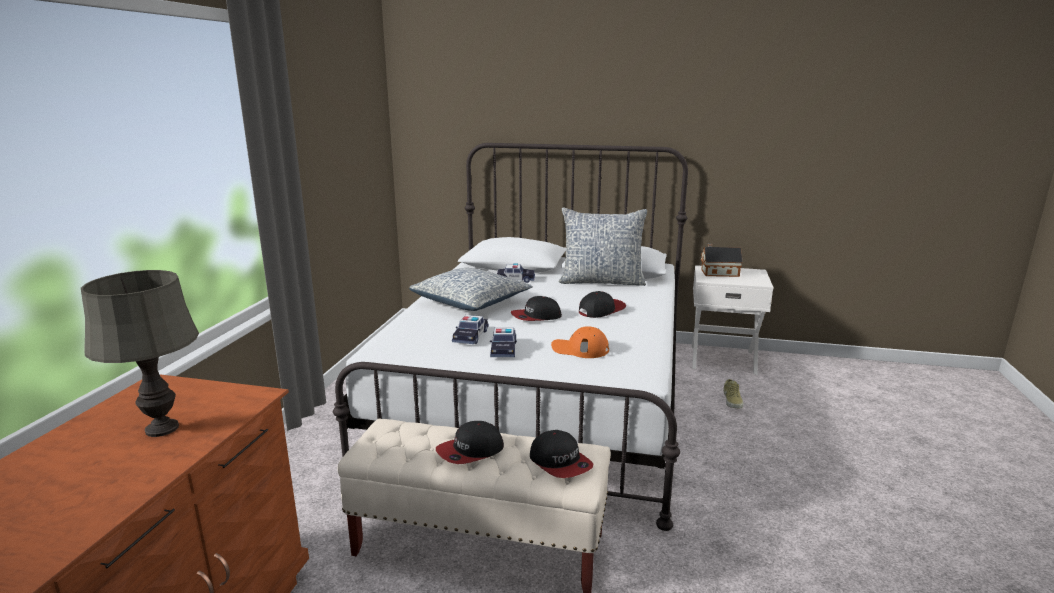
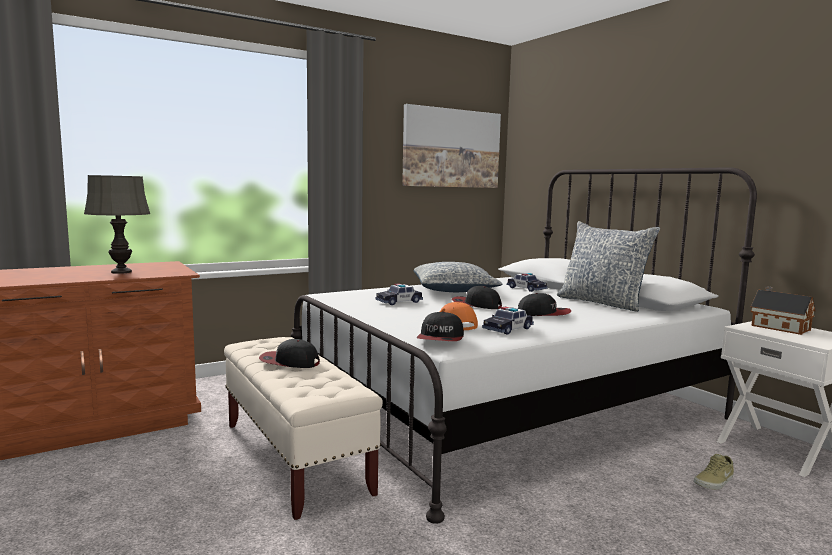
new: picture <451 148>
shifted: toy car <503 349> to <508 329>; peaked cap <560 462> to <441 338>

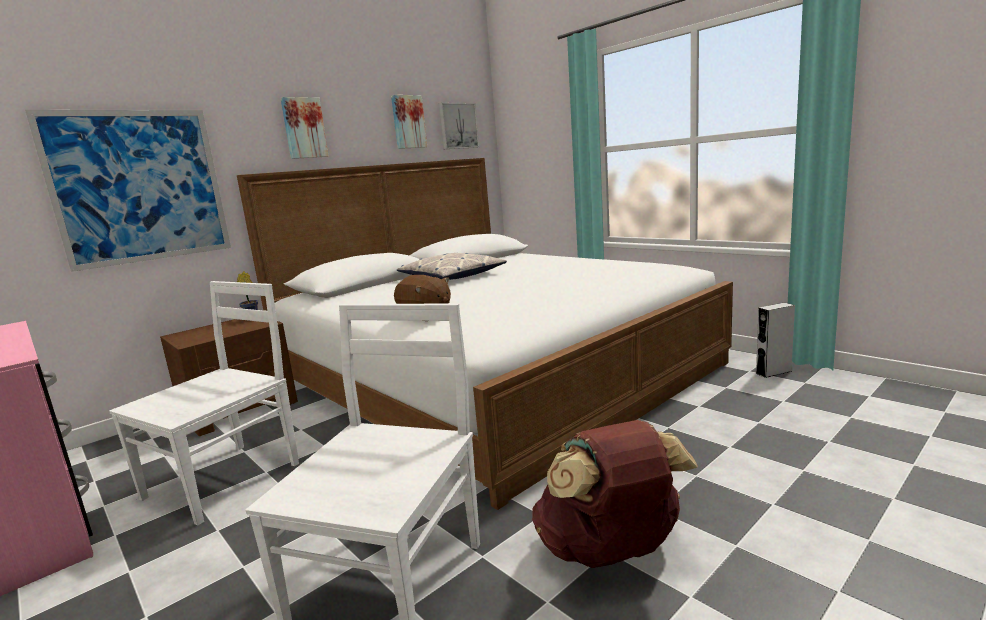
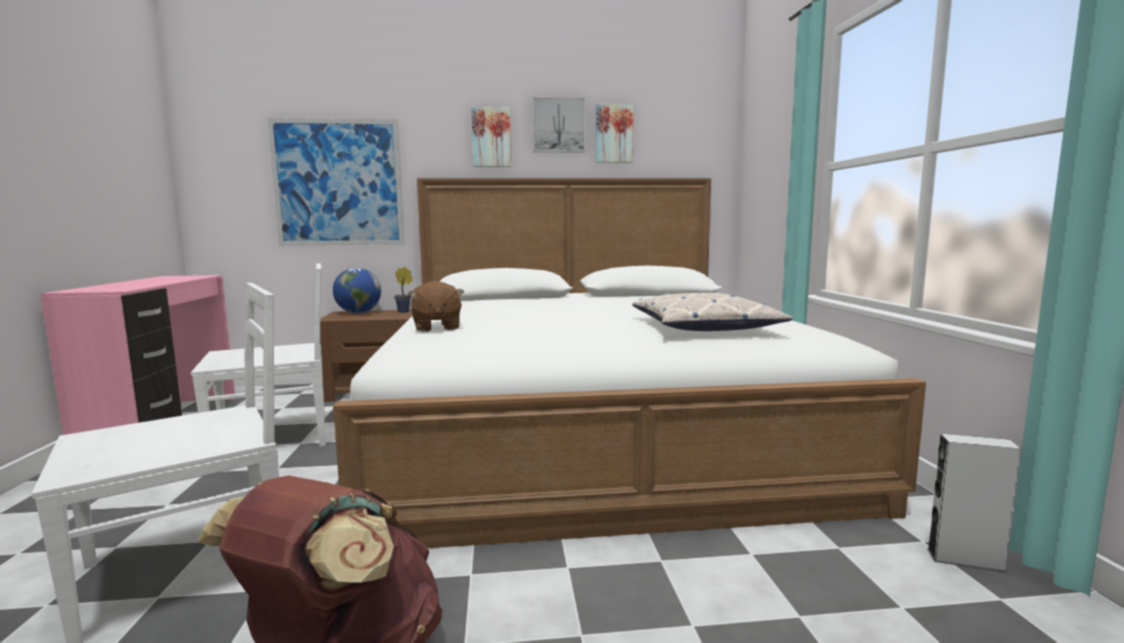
new: world globe <358 313>
shifted: pillow <452 276> to <704 327>; picture <457 126> to <558 125>

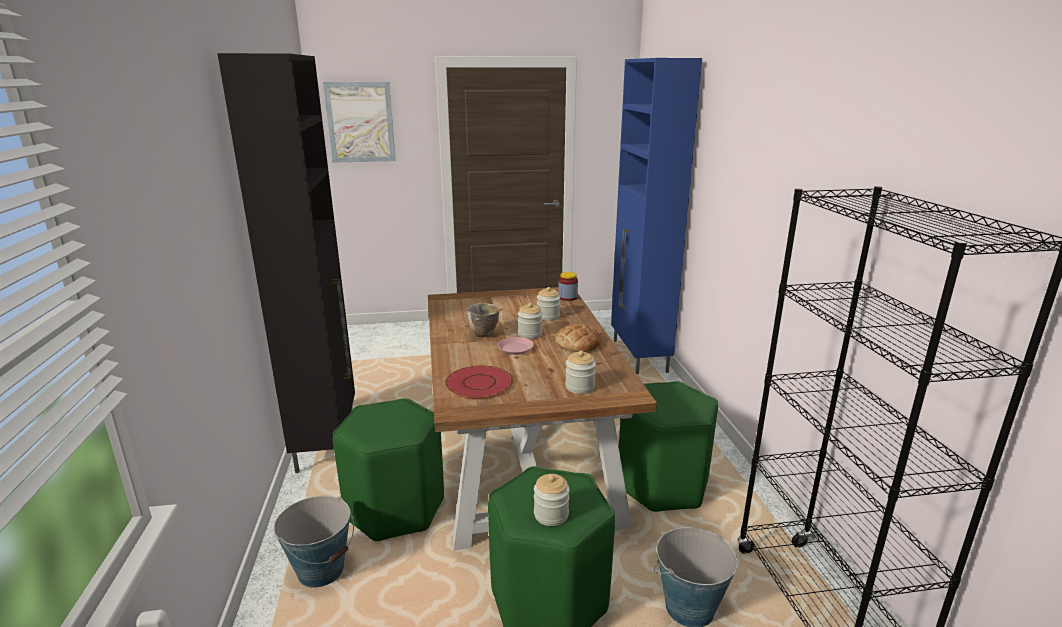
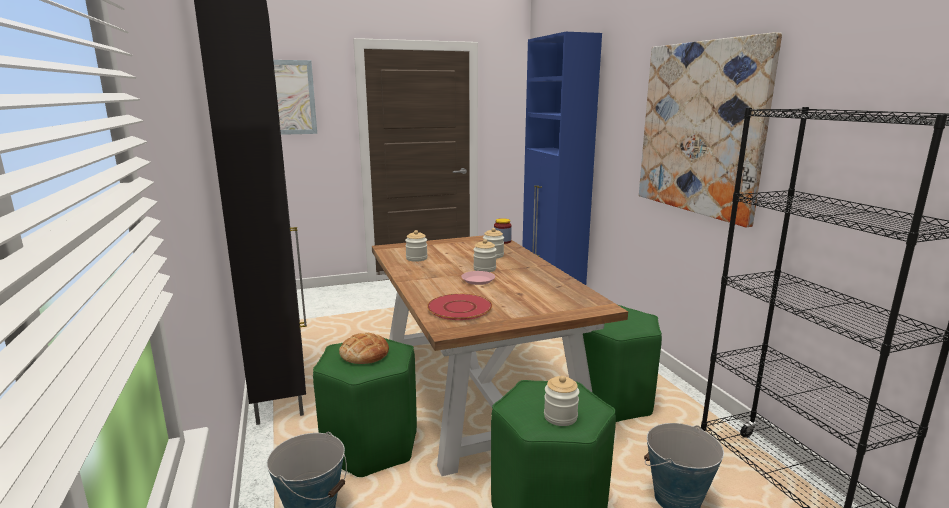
gone: bowl <483 335>
new: picture <700 128>
shifted: bread <578 343> to <364 354>; preserve jar <579 387> to <416 258>

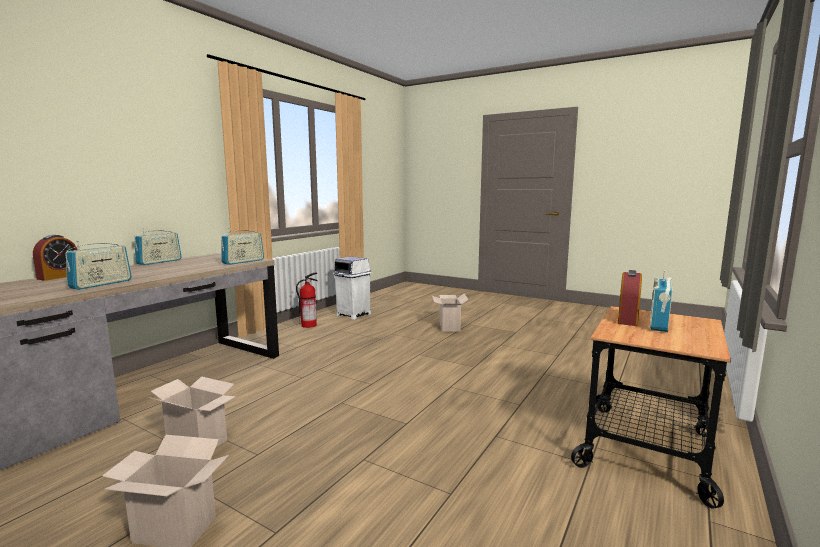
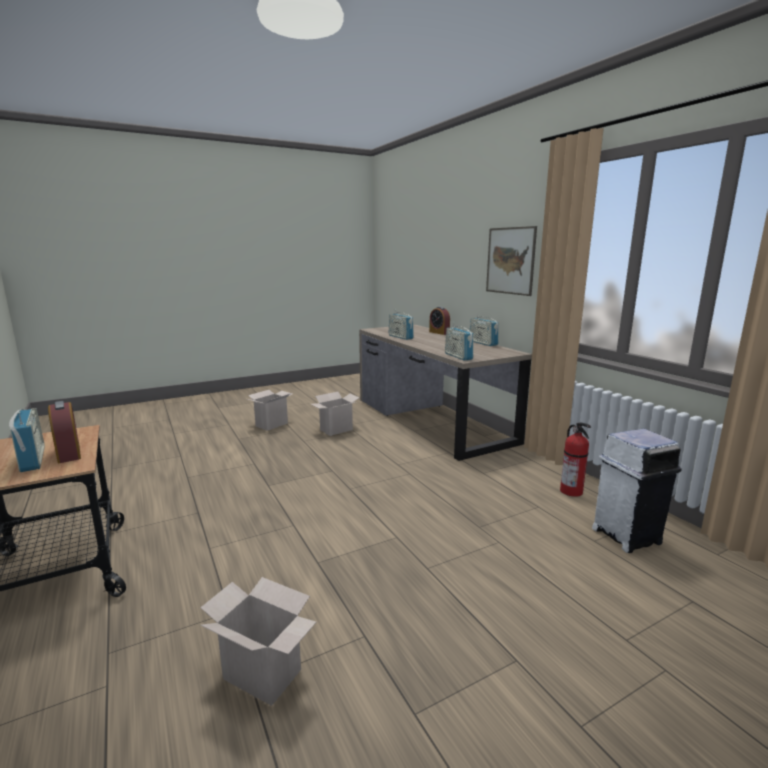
new: picture <510 261>
shifted: packing box <448 327> to <265 674>

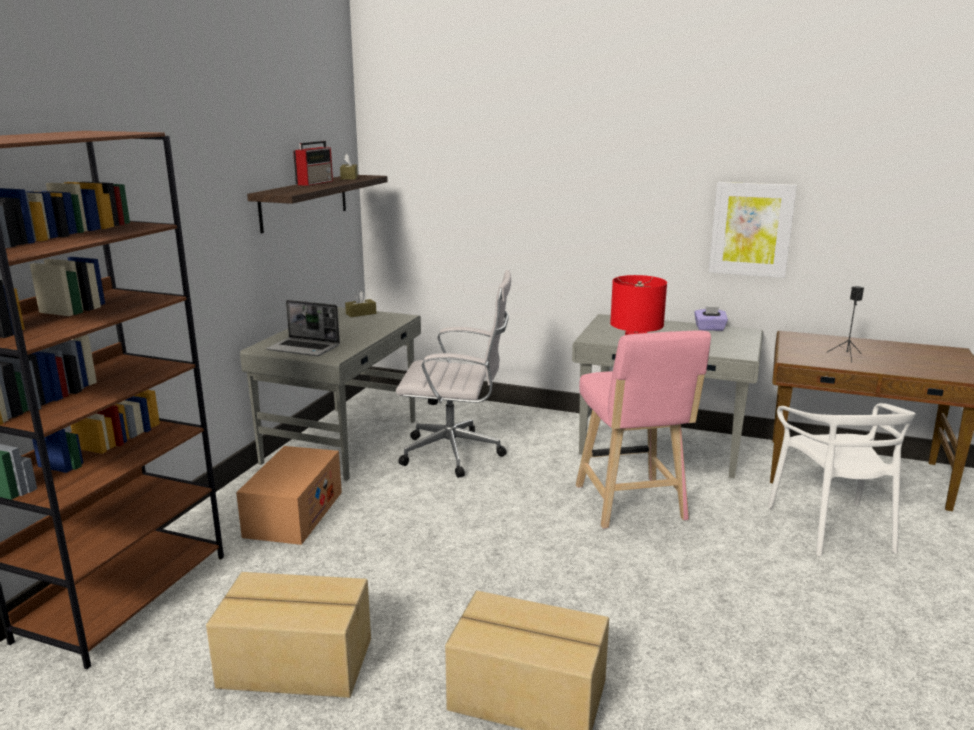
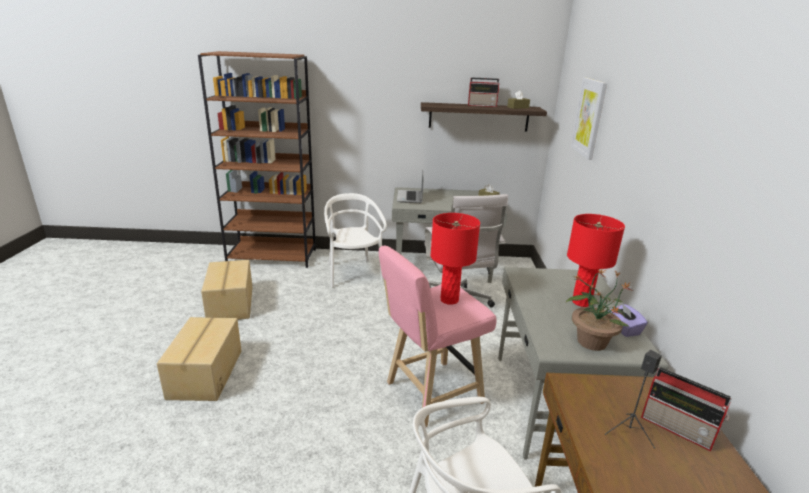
new: plant in a pot <591 341>; red tabletop lamp <581 302>; radio receiver <679 428>
shifted: picture <751 229> to <589 117>
swapped: packing box <294 514> to white chair <353 273>

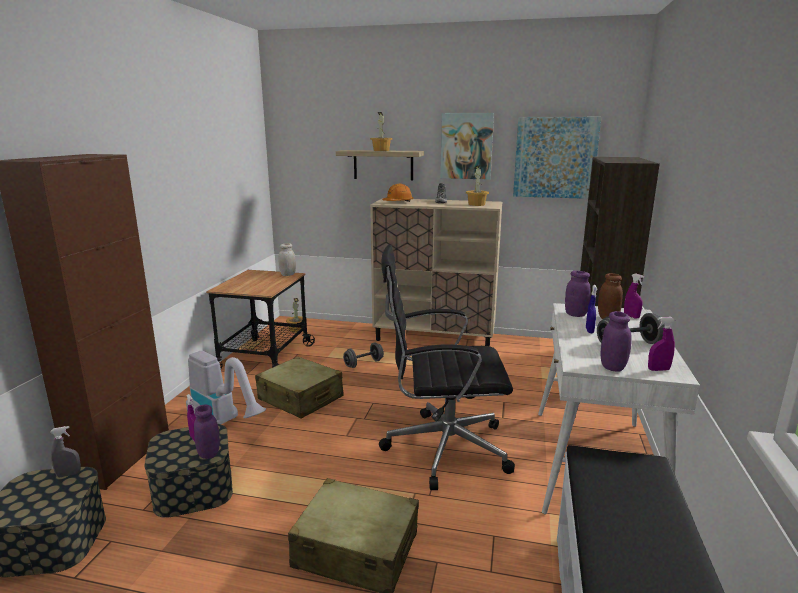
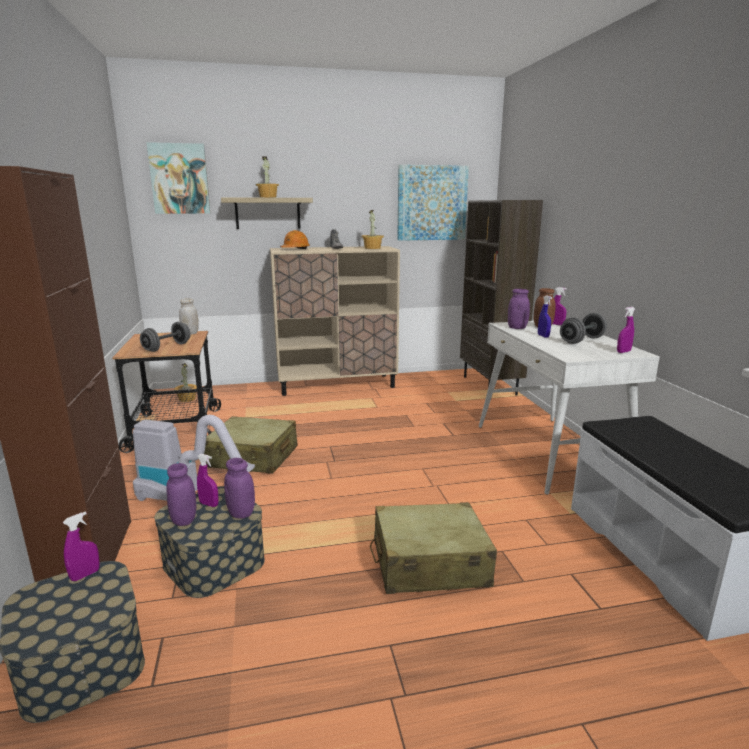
gone: black-coloured desk chair <442 448>
shifted: gray free weight <363 363> to <167 347>; picture <466 146> to <179 179>; purplish preserve jar <612 367> to <184 520>
repainted: gray hand sprayer <69 474> to purplish hand sprayer <85 575>

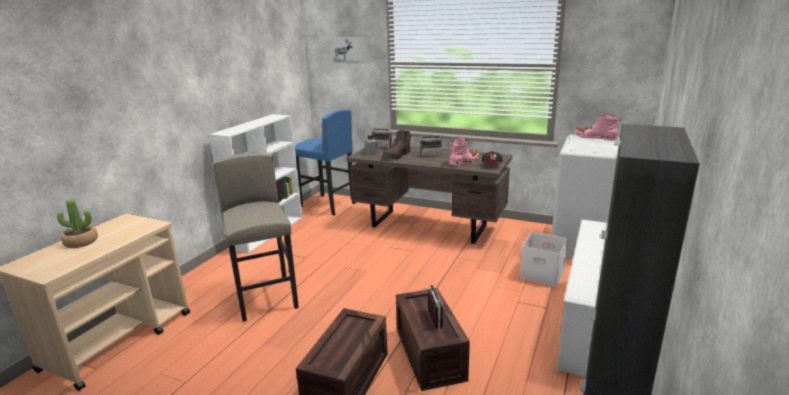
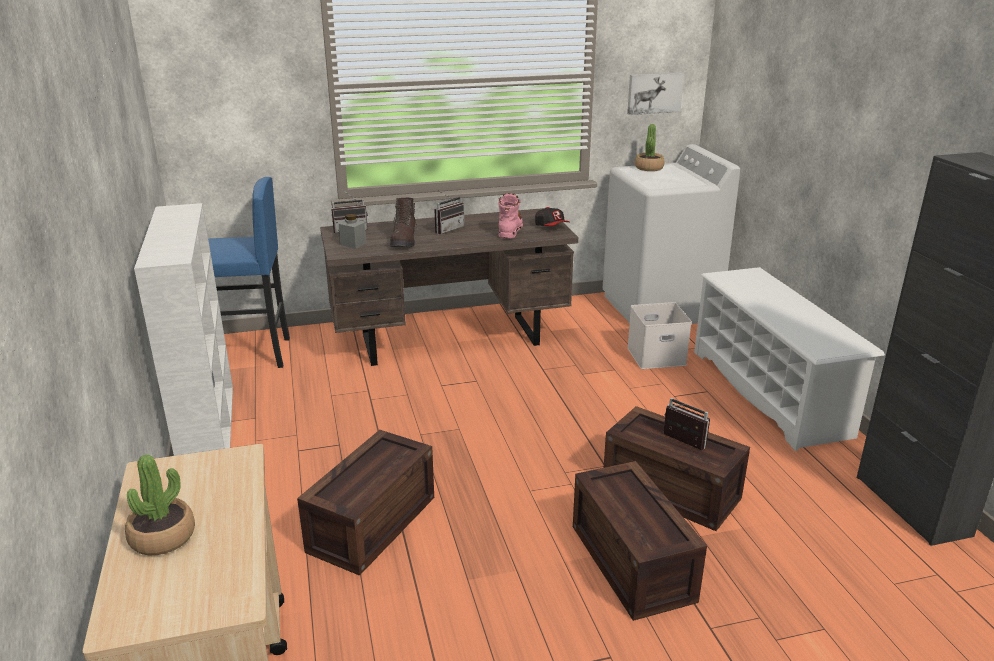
shifted: picture <349 49> to <654 93>
swapped: gray stool <267 297> to packing crate <371 522>; pink boot <595 138> to plant in a pot <649 168>

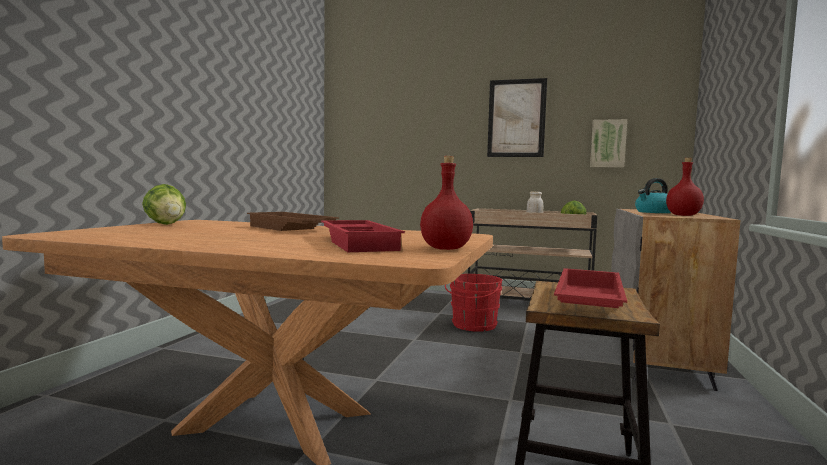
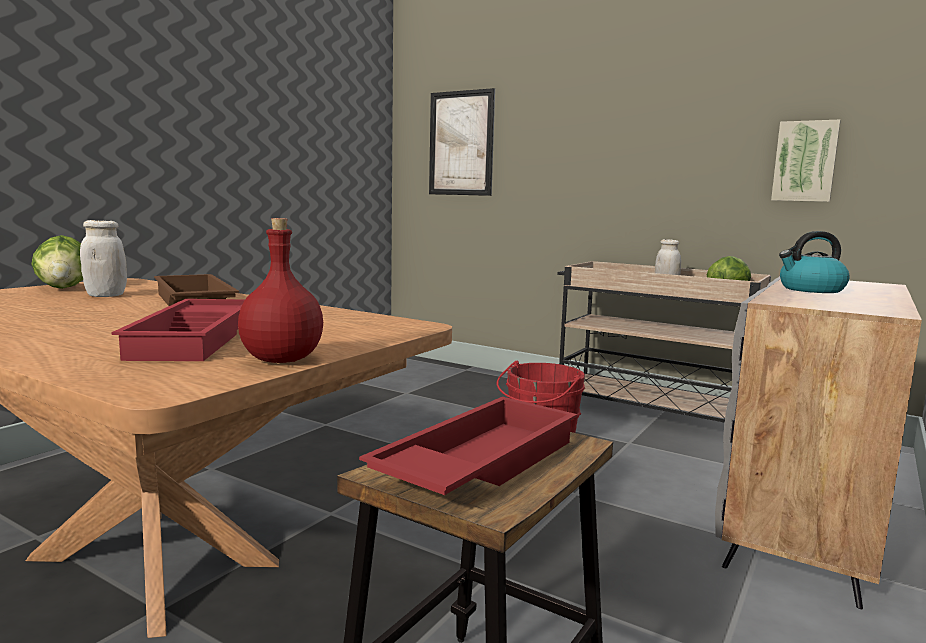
gone: red beverage bottle <684 215>
new: white preserve jar <106 295>
shifted: picture <516 118> to <461 143>

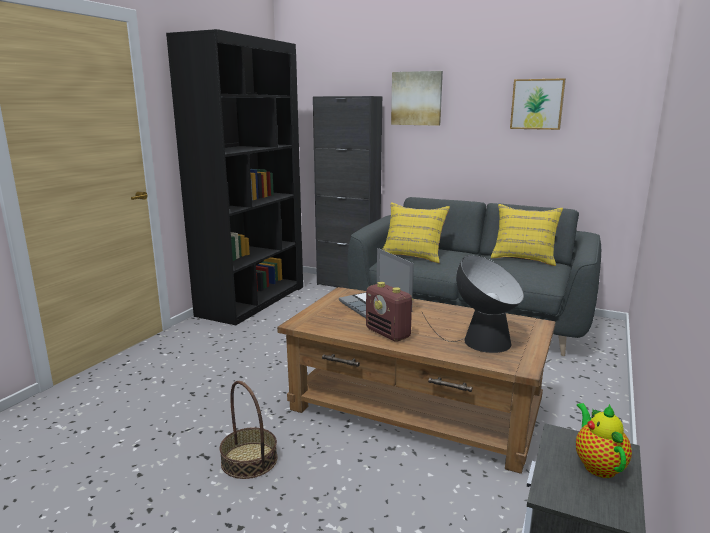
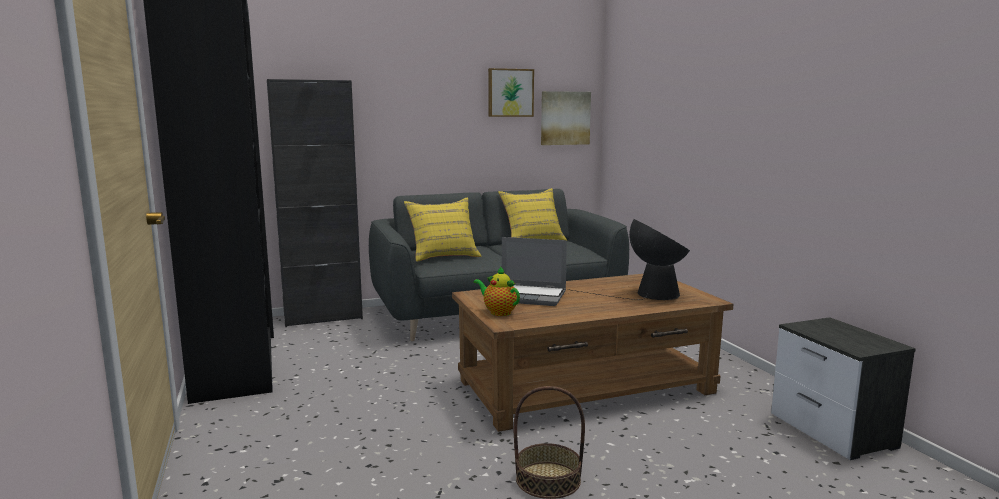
gone: radio receiver <388 334>
shifted: picture <416 98> to <565 118>; teapot <597 465> to <498 312>

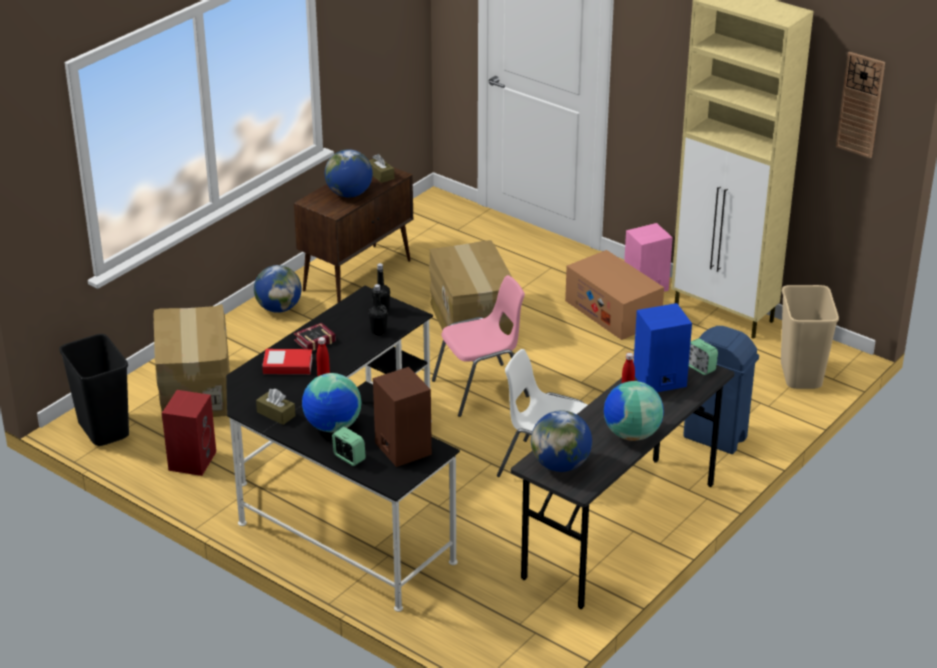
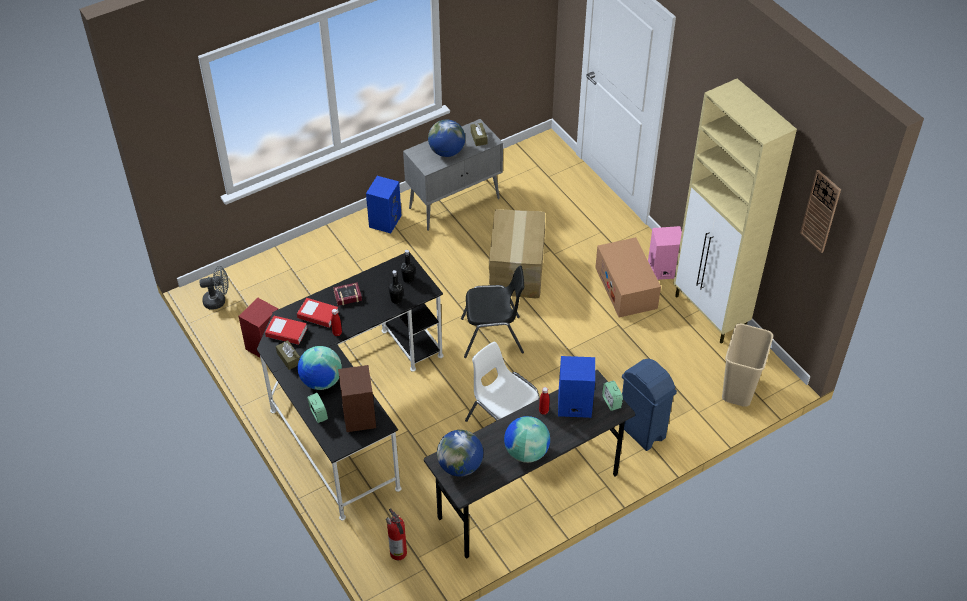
gone: packing box <194 389>
new: volume <286 332>; fire-fighting cylinder <399 554>
swapped: black-coloured trash can <102 430> to gray fan <218 300>; world globe <278 308> to bluish loudspeaker <385 220>
repainted: brown cabinet <358 275> to gray cabinet <455 203>; pink chair <482 389> to black-coloured chair <493 336>

